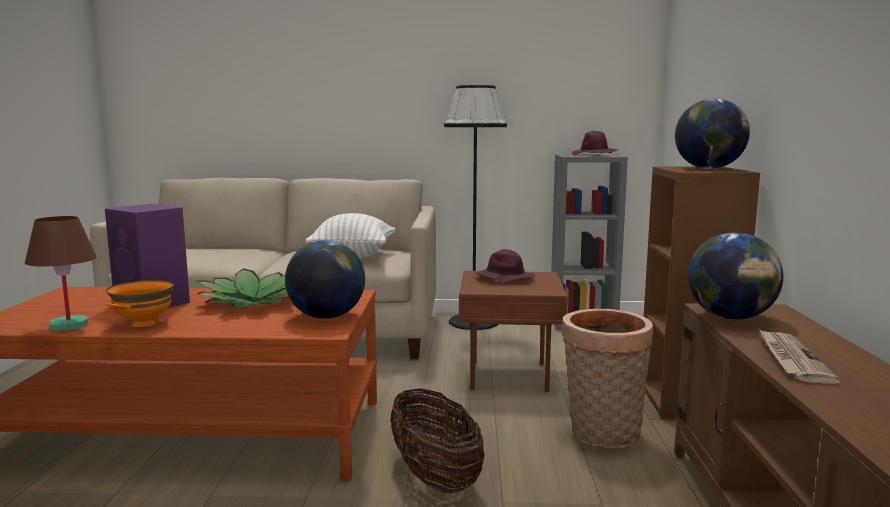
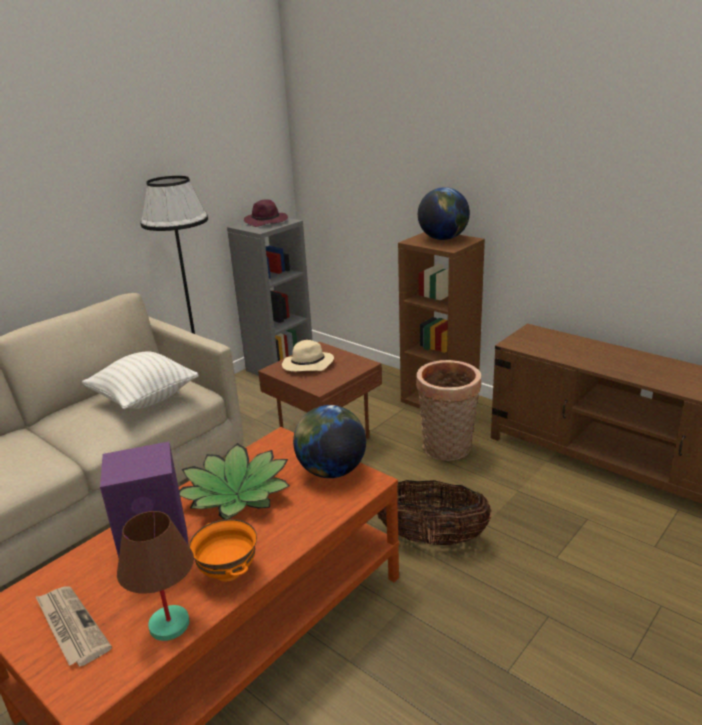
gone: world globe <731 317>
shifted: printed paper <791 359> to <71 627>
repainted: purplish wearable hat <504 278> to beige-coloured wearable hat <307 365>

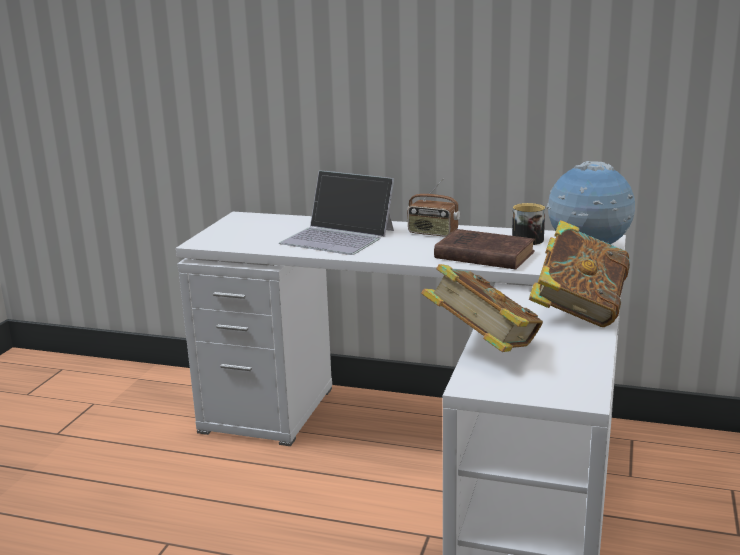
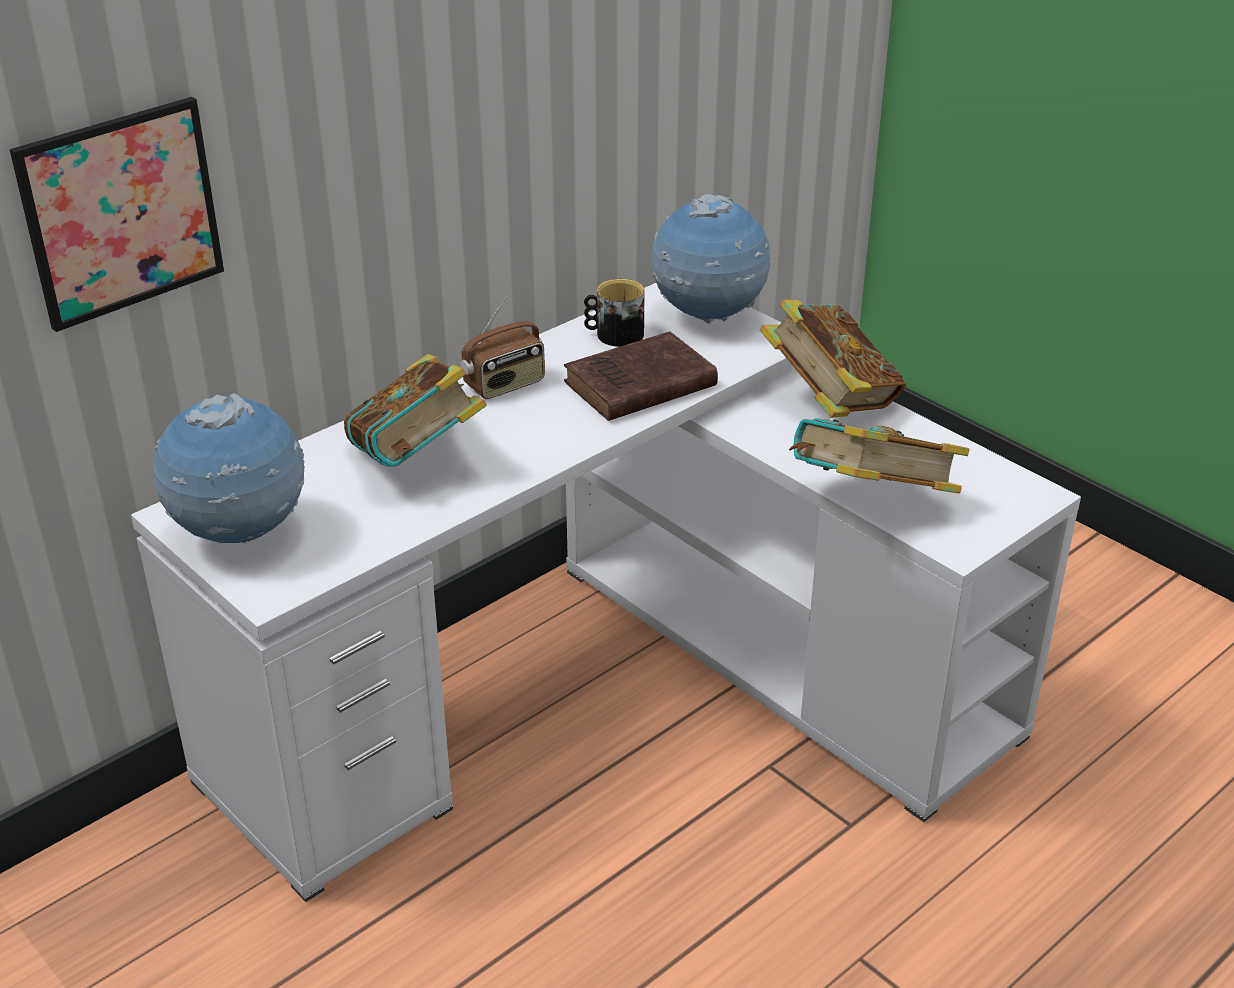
new: picture <121 212>; world globe <241 535>
swapped: portable computer <338 236> to volume <417 460>

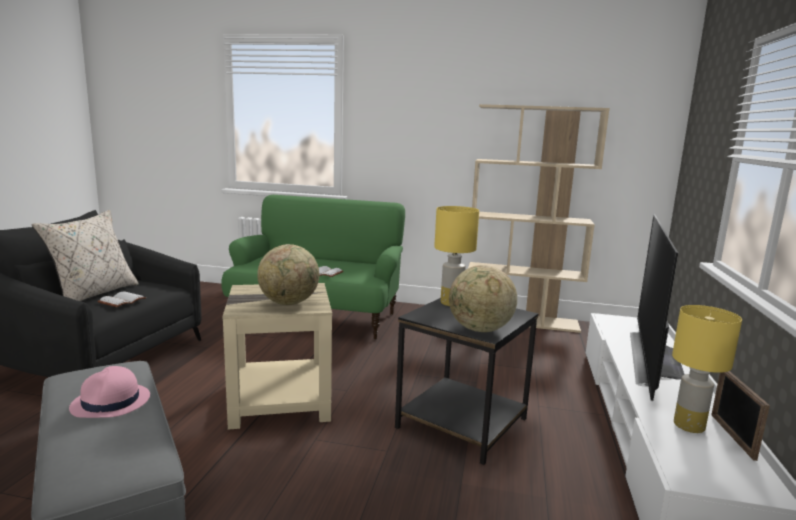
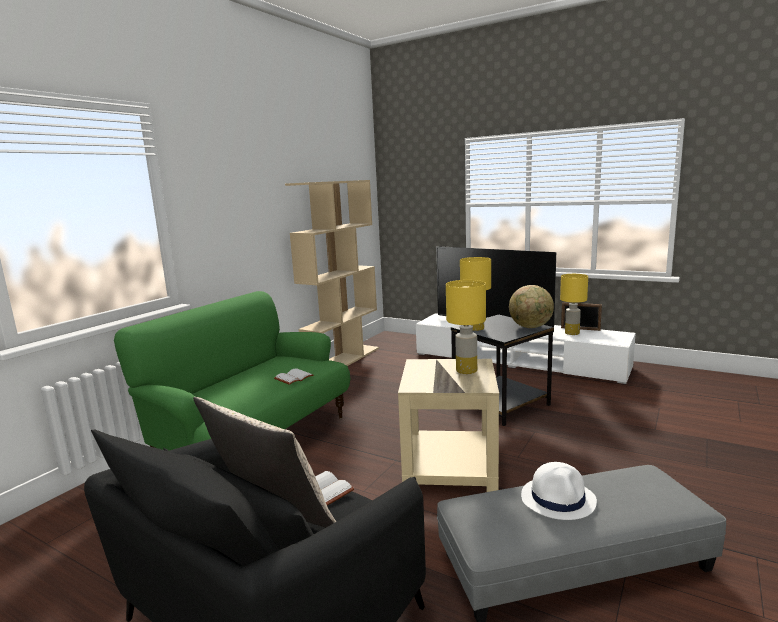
swapped: world globe <289 303> to yellow-coloured tabletop lamp <466 370>
repainted: pink wearable hat <111 403> to white wearable hat <558 499>

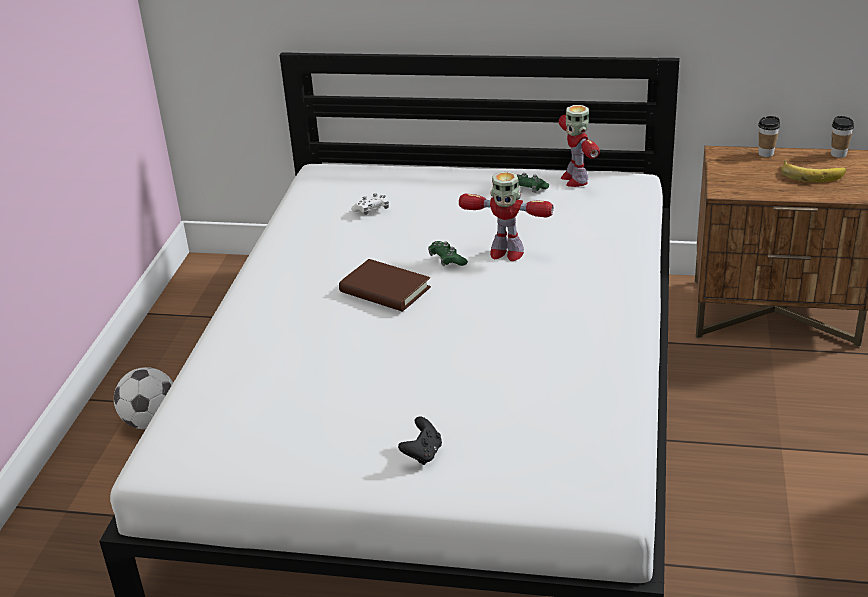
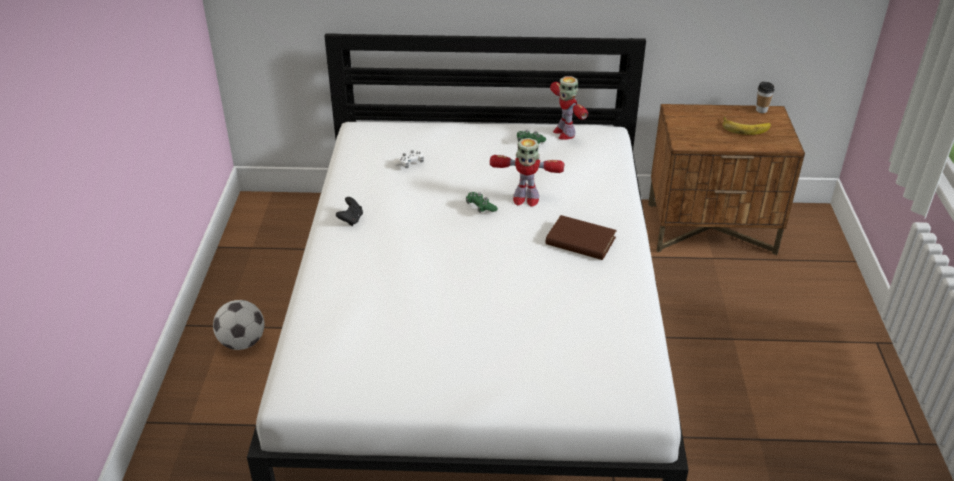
gone: small cup <766 153>
shifted: brown volume <385 290> to <580 241>; black-coloured joypad <423 454> to <351 220>

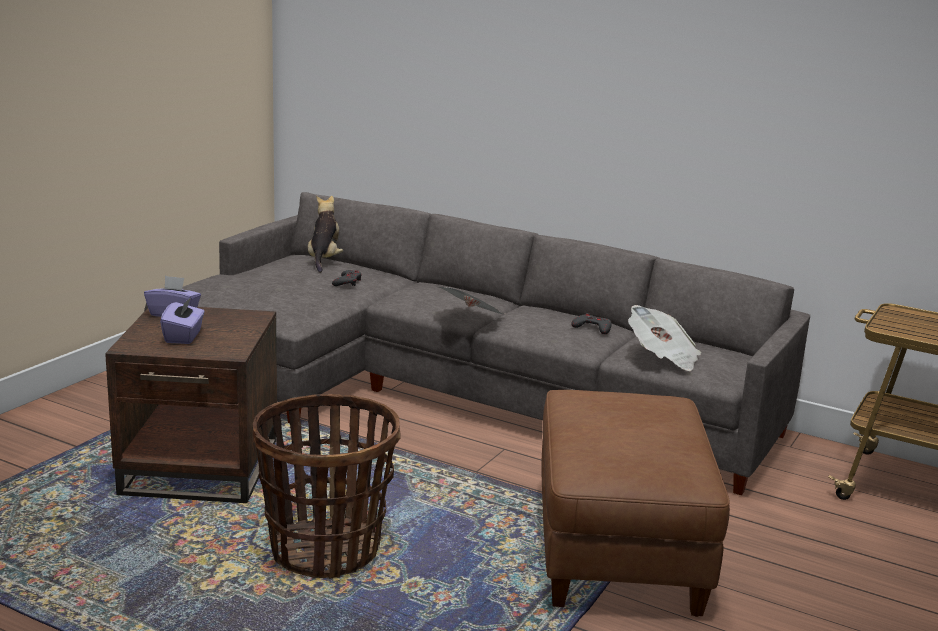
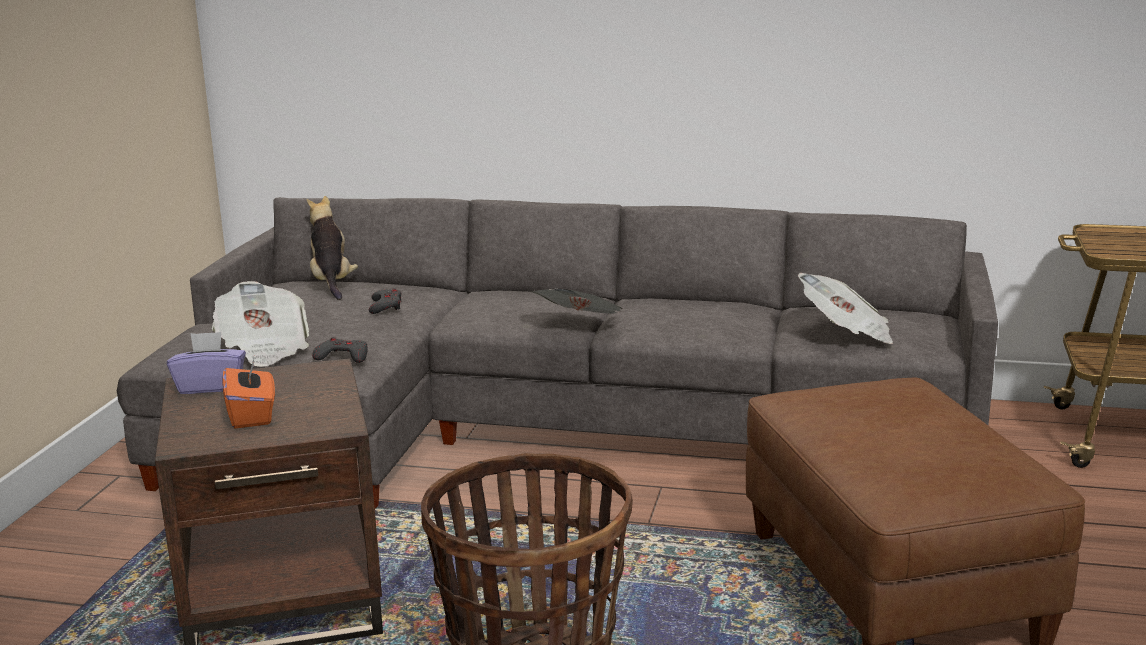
new: printed paper <264 349>
shifted: gray joypad <592 328> to <343 356>
repainted: purplish tissue box <184 336> to orangey tissue box <252 415>

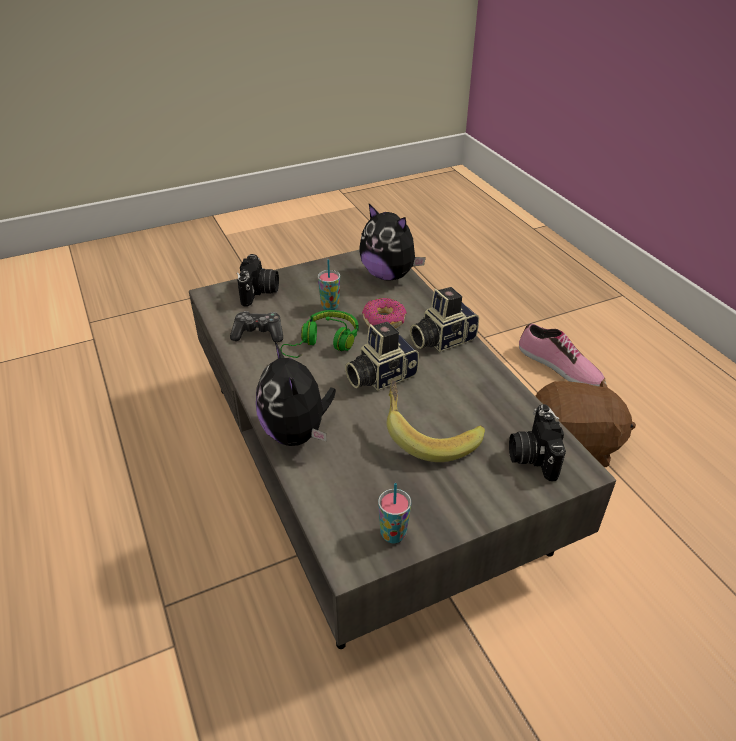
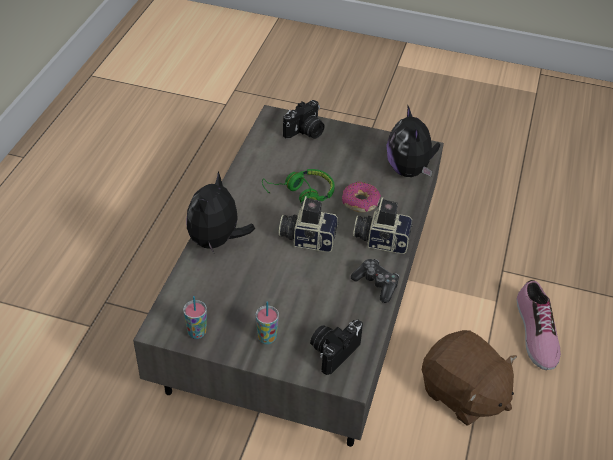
gone: banana fruit <429 435>
shifted: joypad <258 333> to <376 284>; small cup <330 306> to <267 338>

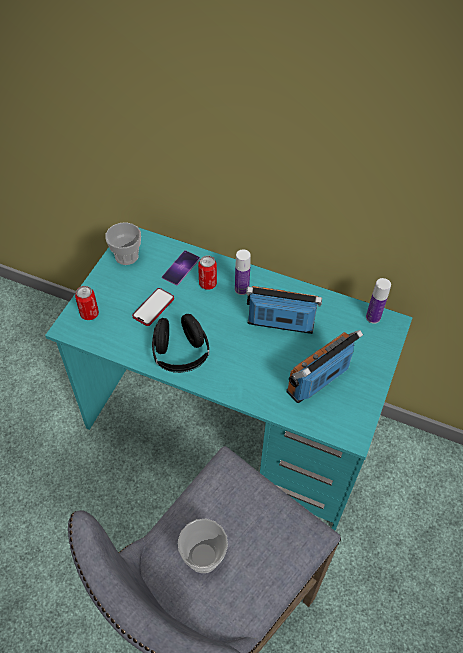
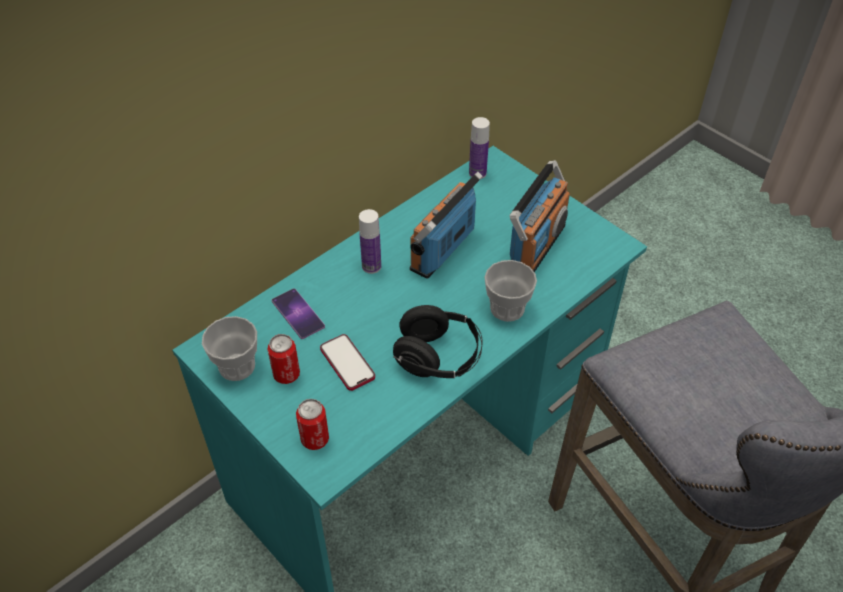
shifted: small cup <203 556> to <507 308>; sealed can <207 283> to <286 374>
rotated: radio receiver <318 380> = <537 246> 135 degrees counterclockwise

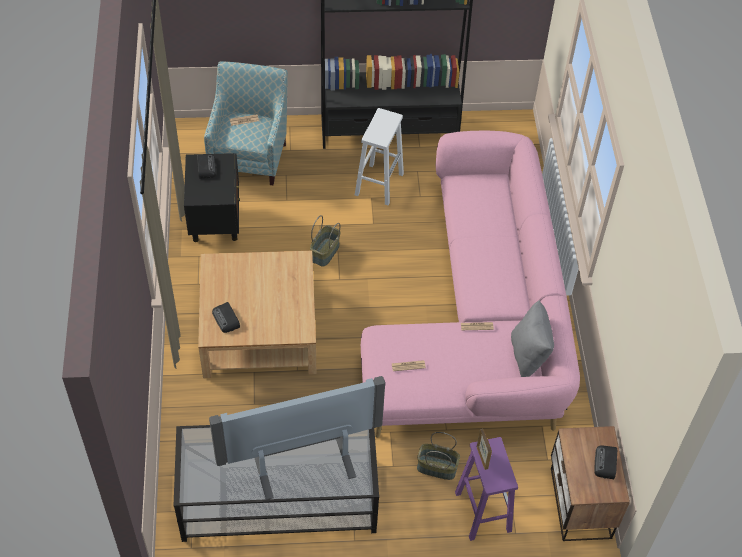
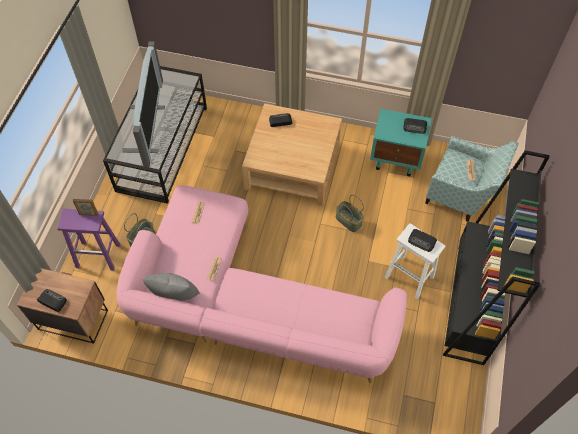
new: radio receiver <422 241>
repainted: black-coloured nightstand <215 222> to blue-green nightstand <396 160>

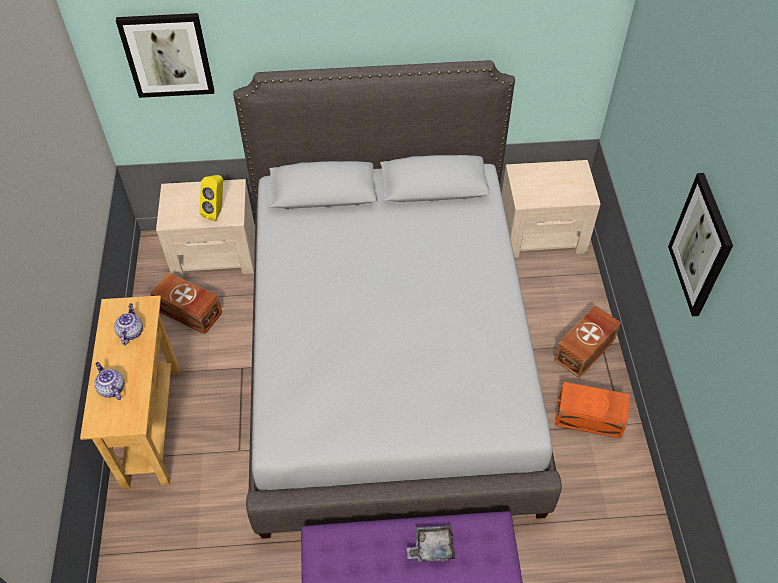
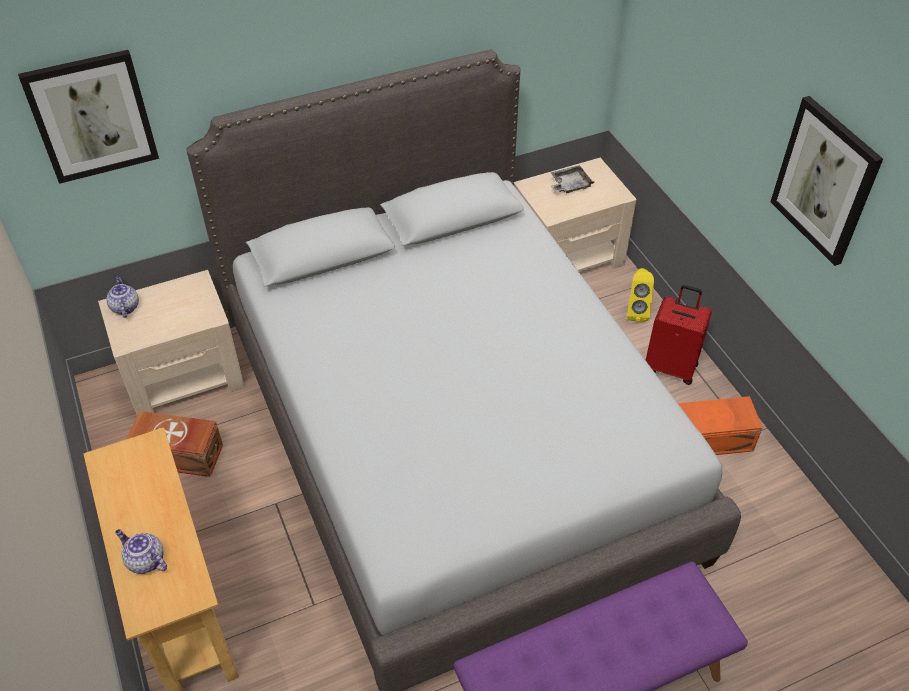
shifted: teapot <131 332> to <125 307>; yellow-coloured loudspeaker <217 212> to <636 311>; gray tray <432 547> to <569 185>
swapped: brown storage box <585 349> to red travel case <671 367>

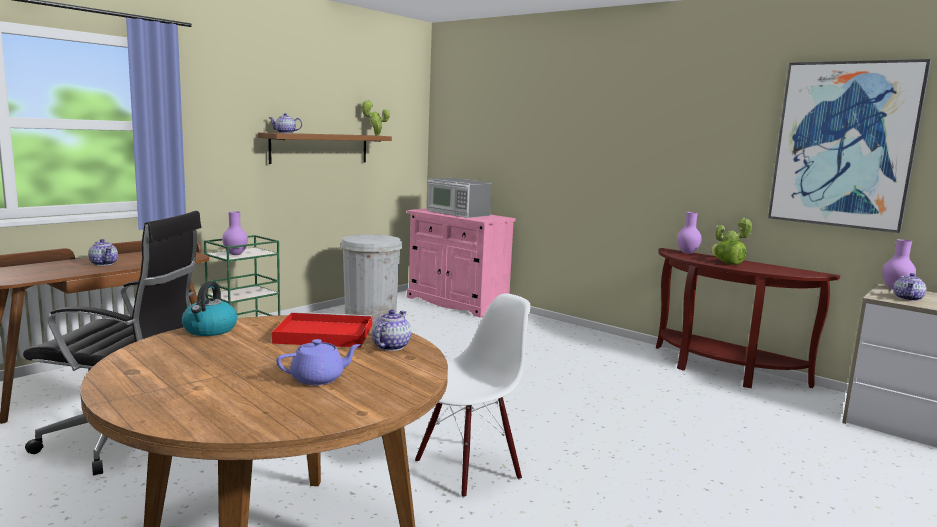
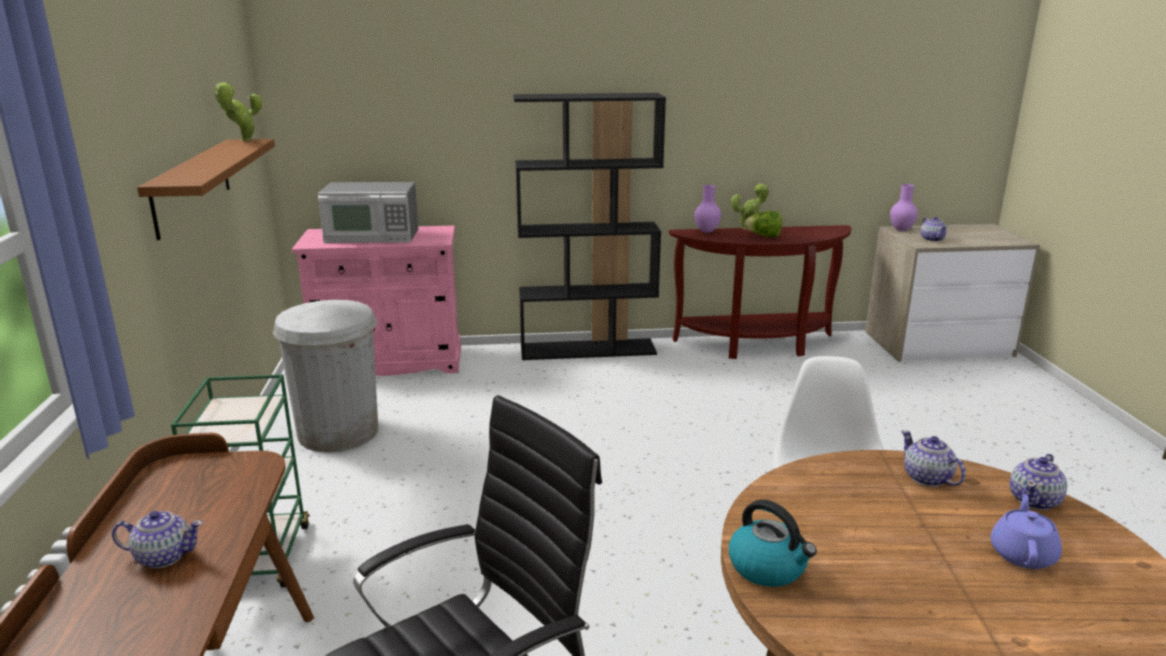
gone: purplish decorative vase <235 254>; red tray <322 334>; picture <844 145>
new: black-coloured bookcase <588 349>
shifted: teapot <285 133> to <1035 500>

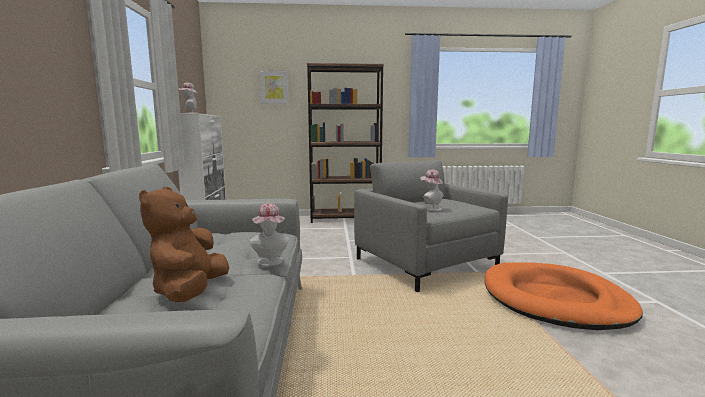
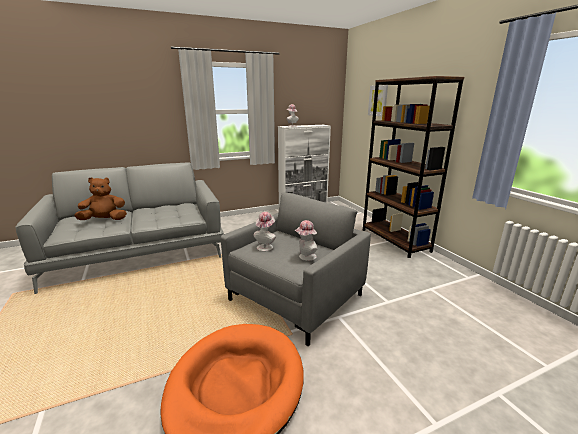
shifted: wearable hat <270 262> to <305 257>

